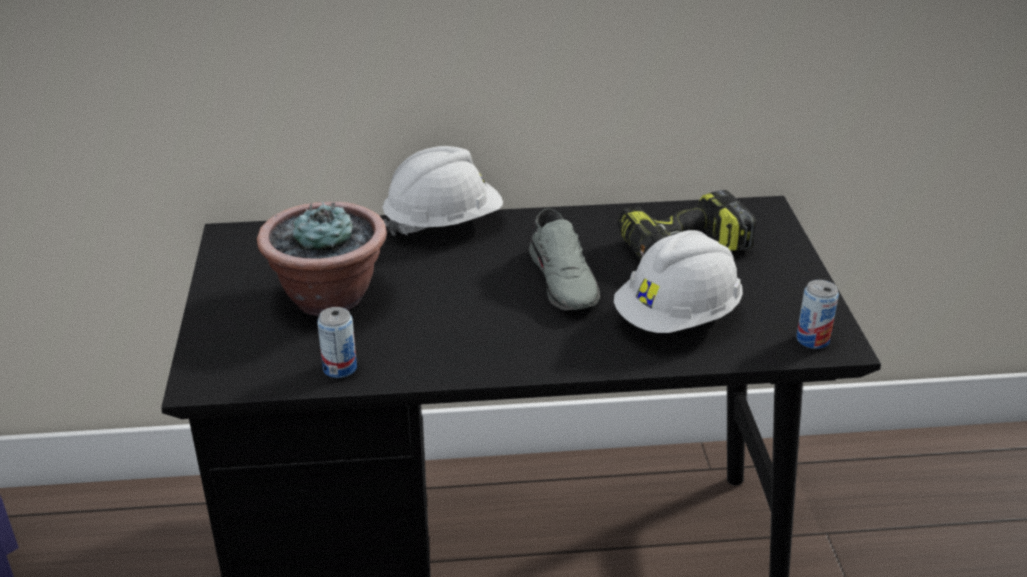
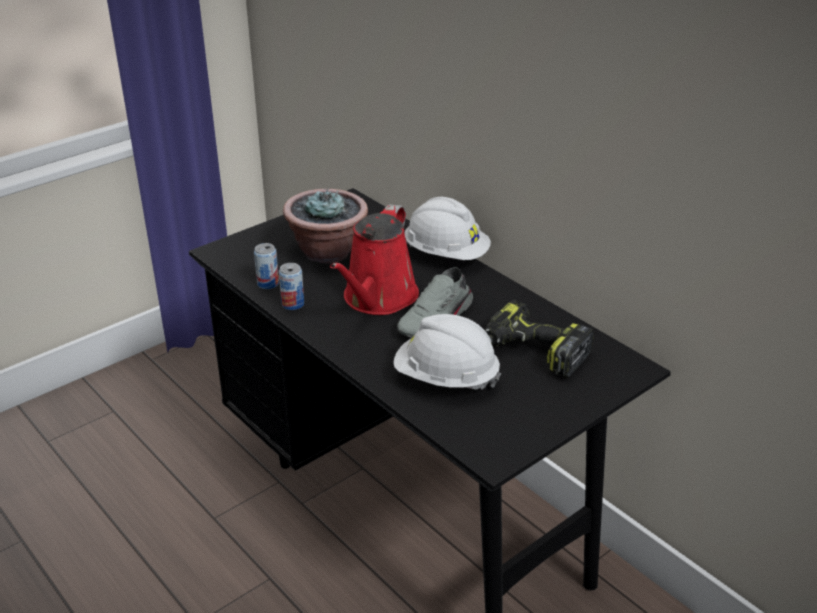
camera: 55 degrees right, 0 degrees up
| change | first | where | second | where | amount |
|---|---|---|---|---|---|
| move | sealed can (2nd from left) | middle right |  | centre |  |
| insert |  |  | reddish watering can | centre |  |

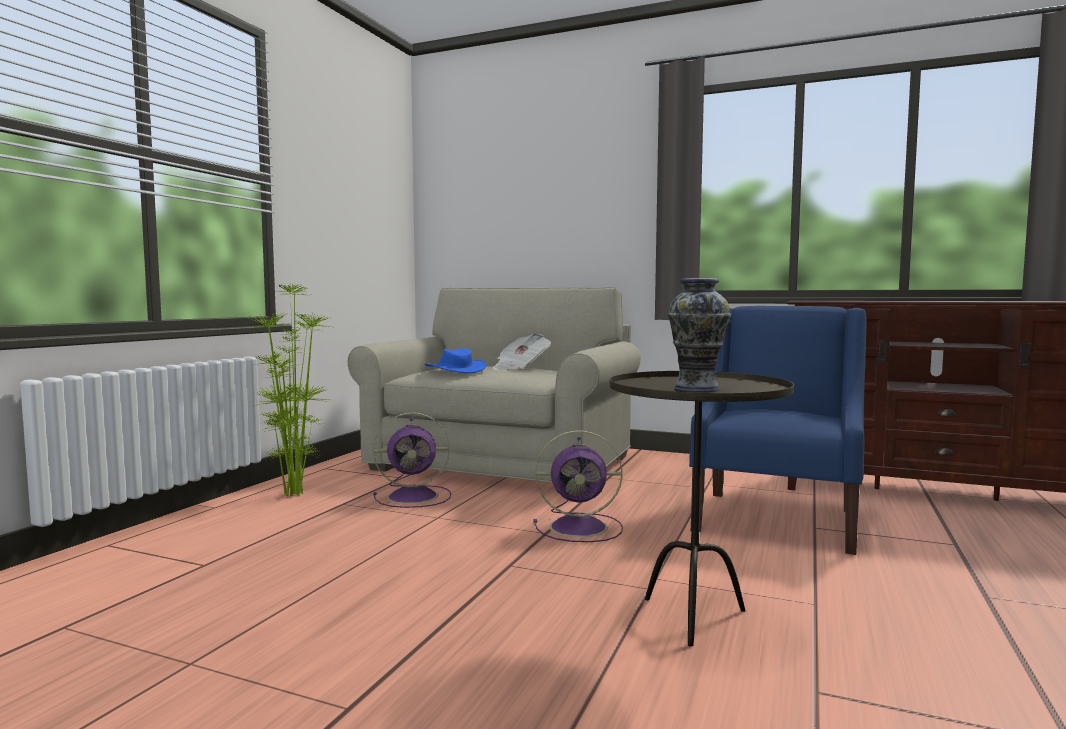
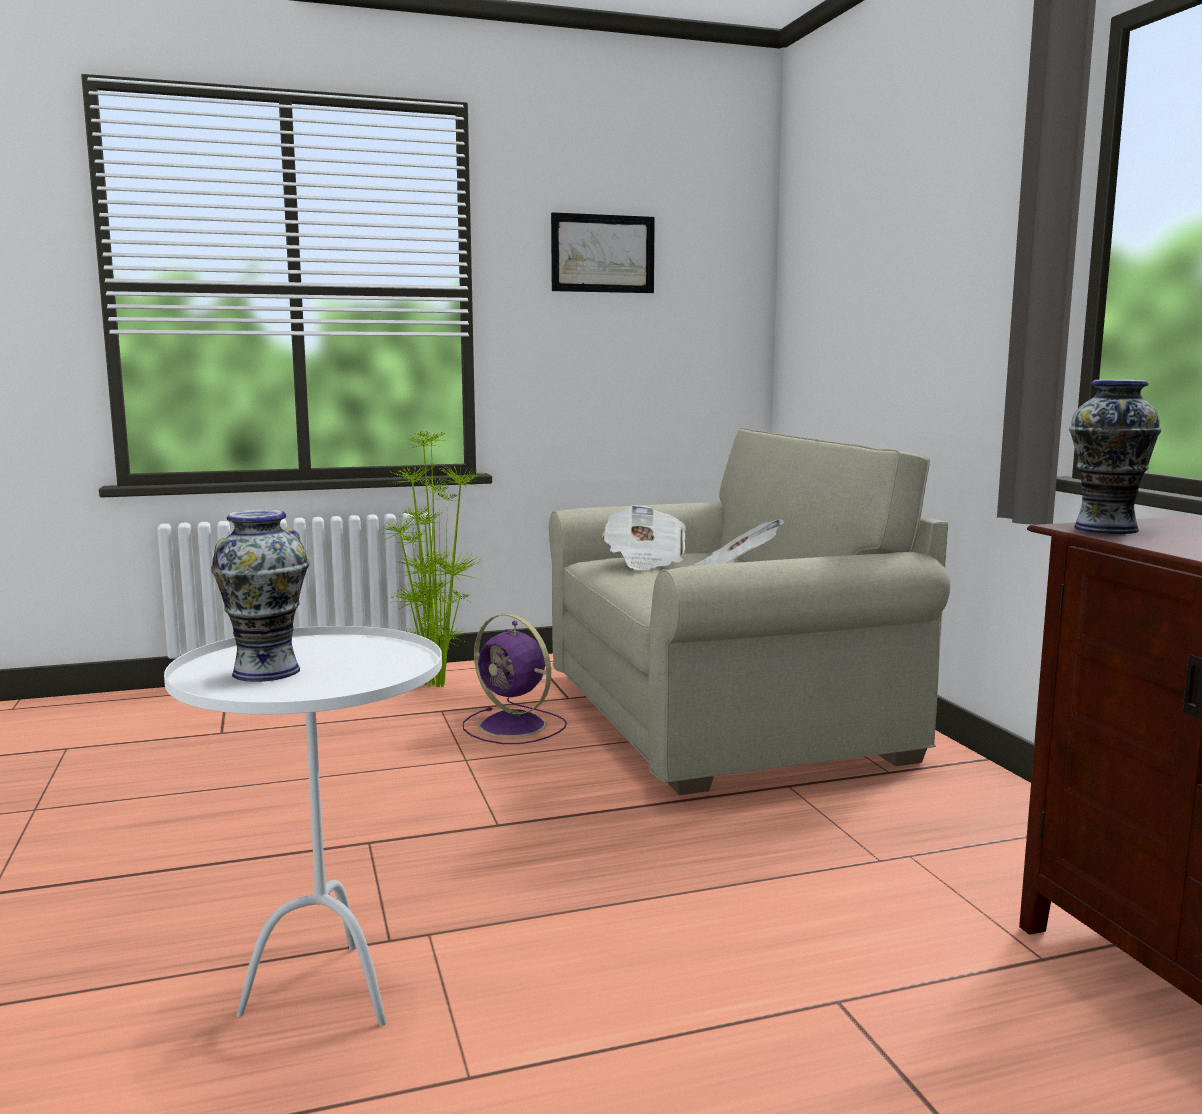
camera: 50 degrees right, 5 degrees up
| change | first | where | second | where | amount |
|---|---|---|---|---|---|
| delete | blue easy chair | middle right |  |  |  |
| replace | blue clothing hat | centre | newspaper (1st from left) | centre |  |
| recolor | brown-coloured accent table | bottom centre | white-coloured accent table | bottom left |  |
| delete | purplish electric fan (2nd from left) | bottom centre |  |  |  |
| insert |  |  | wall picture | top centre |  |
| insert |  |  | vase (2nd from left) | middle right |  |

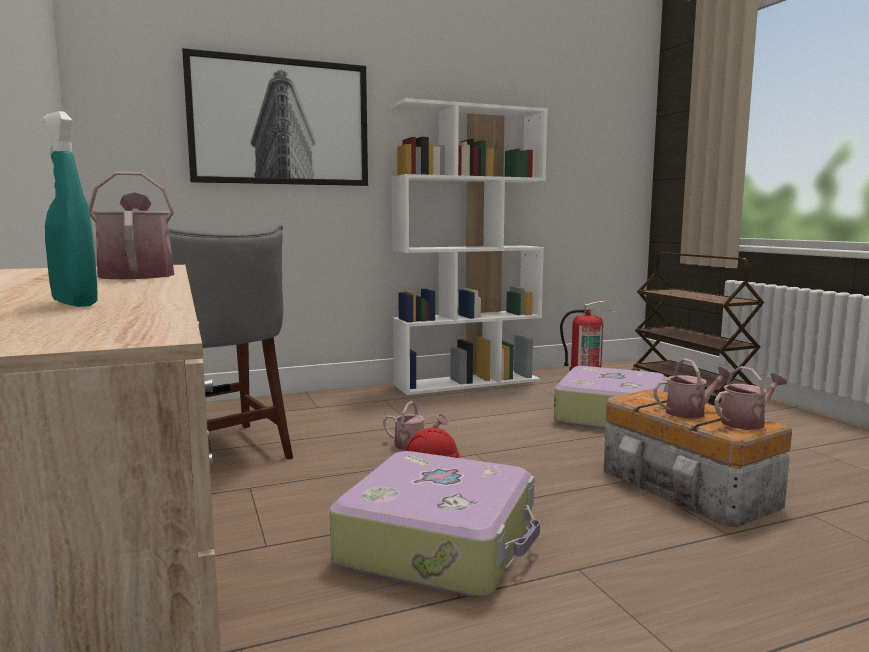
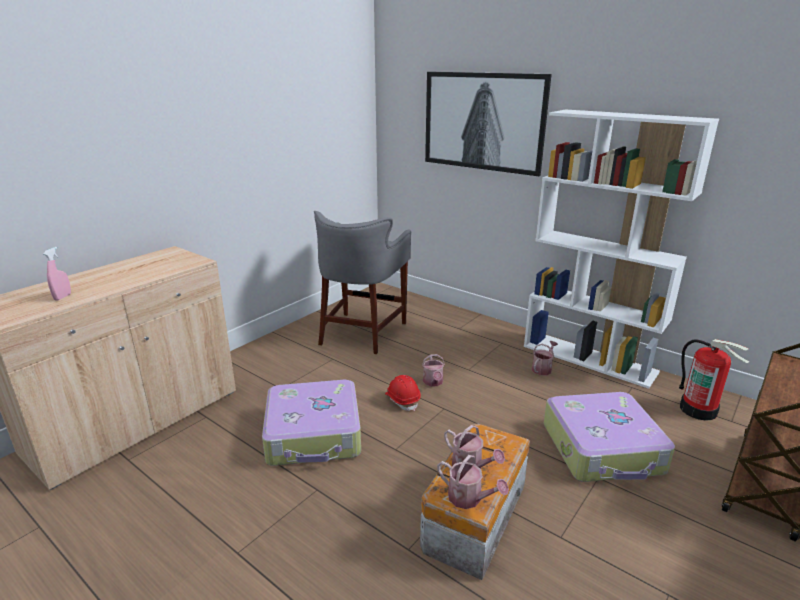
camera: 60 degrees right, 15 degrees up
| change | first | where | second | where | amount |
|---|---|---|---|---|---|
| recolor | turquoise sprayer | top left | pink-coloured sprayer | middle left |  |
| move | watering can (1st from left in the first image) | middle left | watering can (4th from left) | middle right |  |

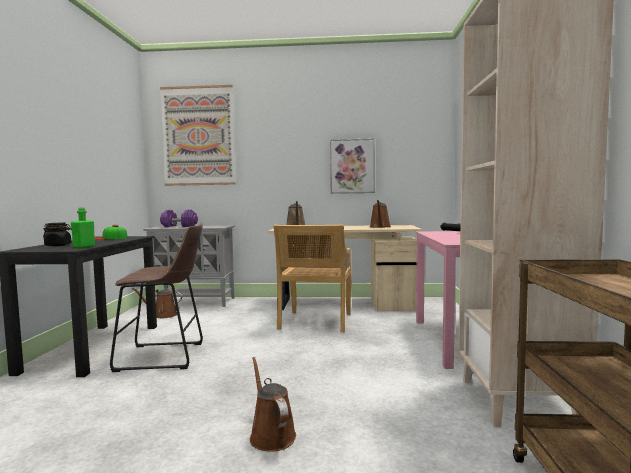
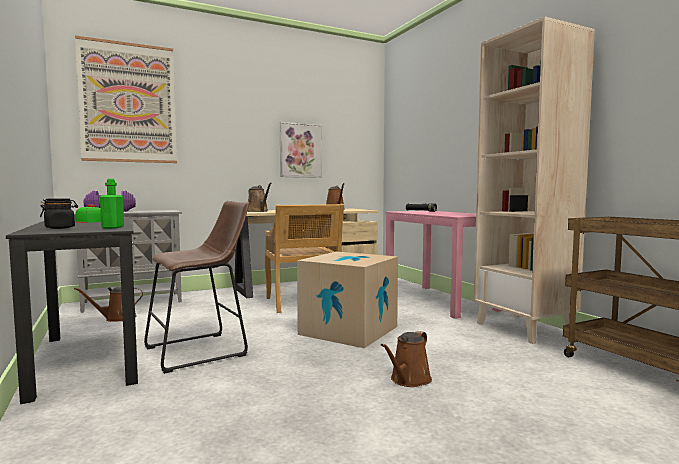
camera: 30 degrees left, 0 degrees up
| change | first | where | second | where | amount |
|---|---|---|---|---|---|
| rotate | brown-coloured watering can (2nd from left in the first image) | bottom centre | brown-coloured watering can (4th from left) | bottom centre | 90 degrees counterclockwise |
| insert |  |  | cardboard box | centre |  |

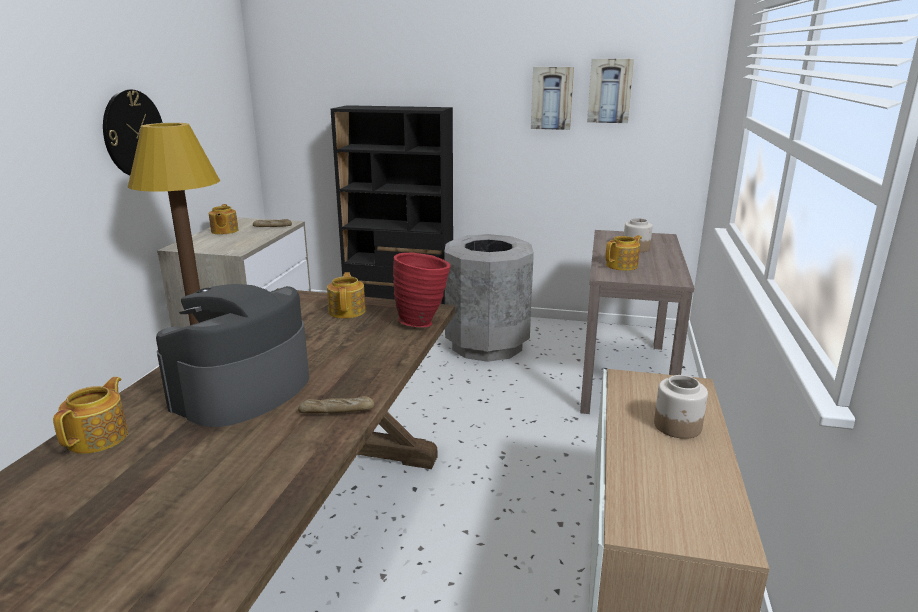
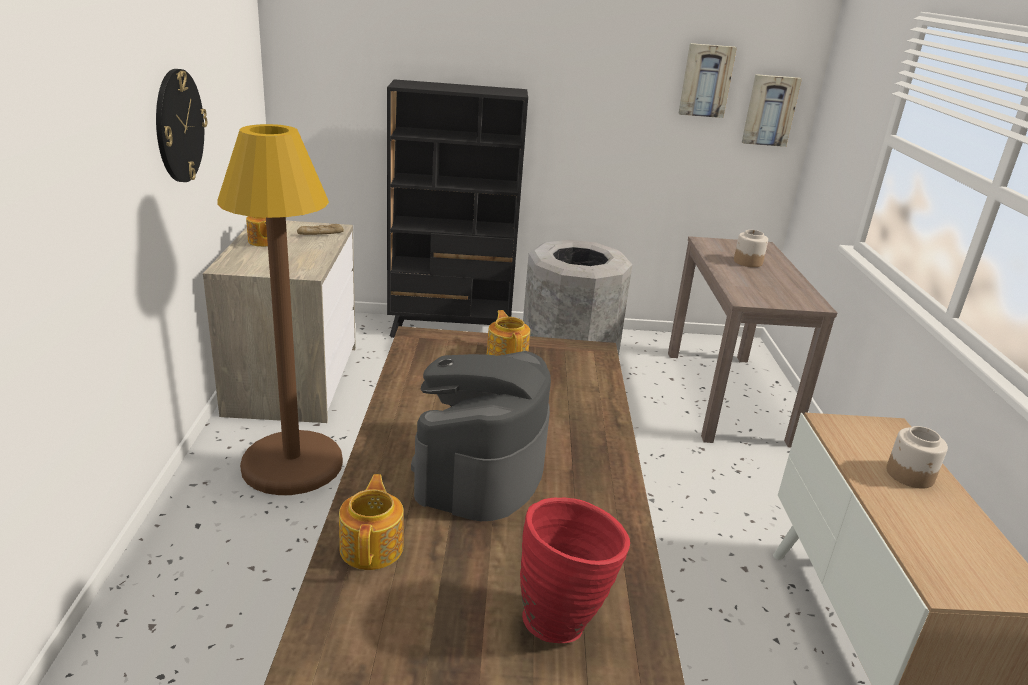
camera: 15 degrees left, 5 degrees up
| change | first | where | second | where | amount |
|---|---|---|---|---|---|
| move | wall picture (1st from left in the first image) | top centre | wall picture (2nd from left) | top right |  |
| delete | teapot (4th from left) | middle right |  |  |  |
| move | reddish vase | centre |  | bottom centre |  |
| delete | baked bread (2nd from left) | centre |  |  |  |

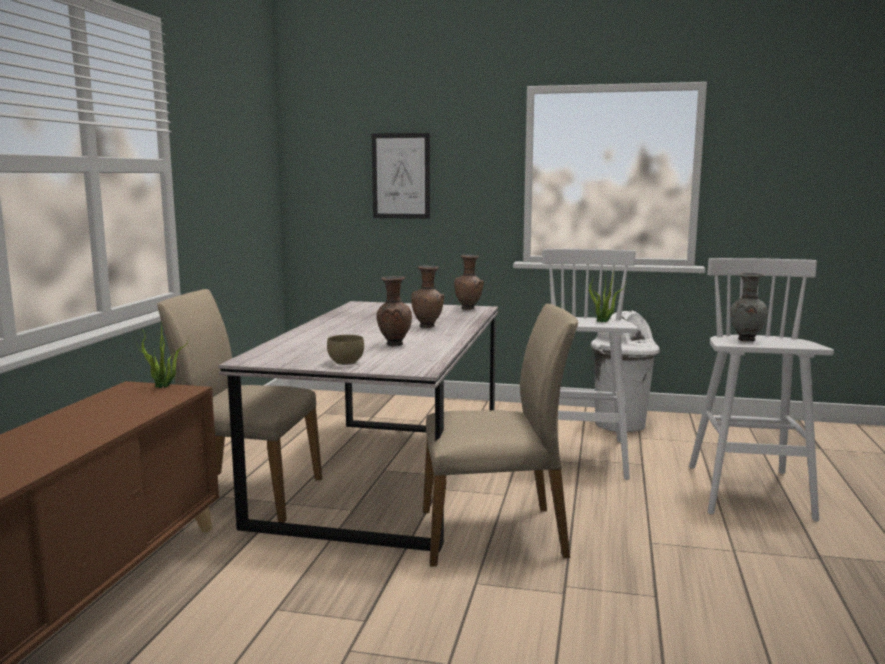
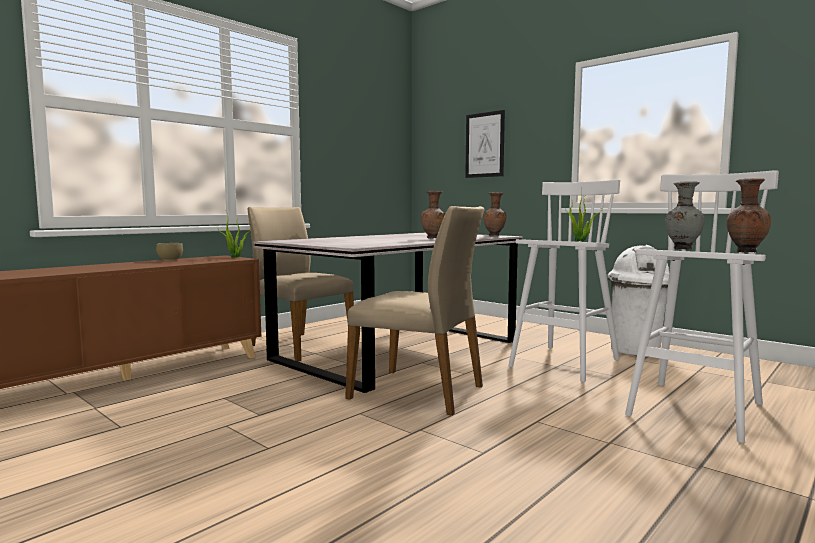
camera: 30 degrees right, 5 degrees down
| change | first | where | second | where | amount |
|---|---|---|---|---|---|
| move | brown-coloured vase (1st from left in the first image) | centre | brown-coloured vase (3rd from left) | middle right |  |
| move | brown-coloured bowl | centre |  | middle left |  |

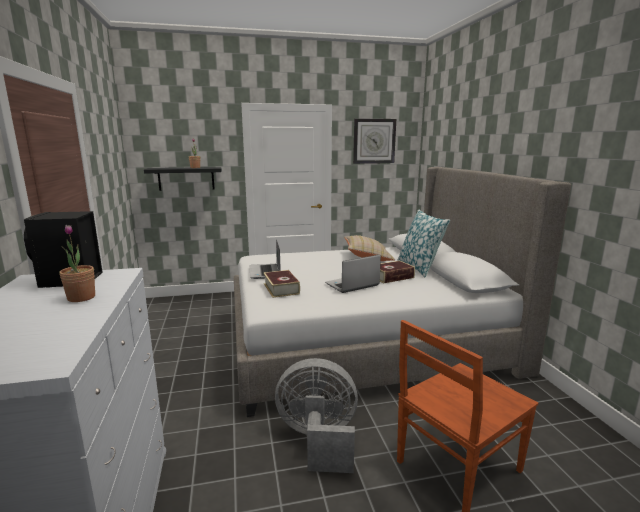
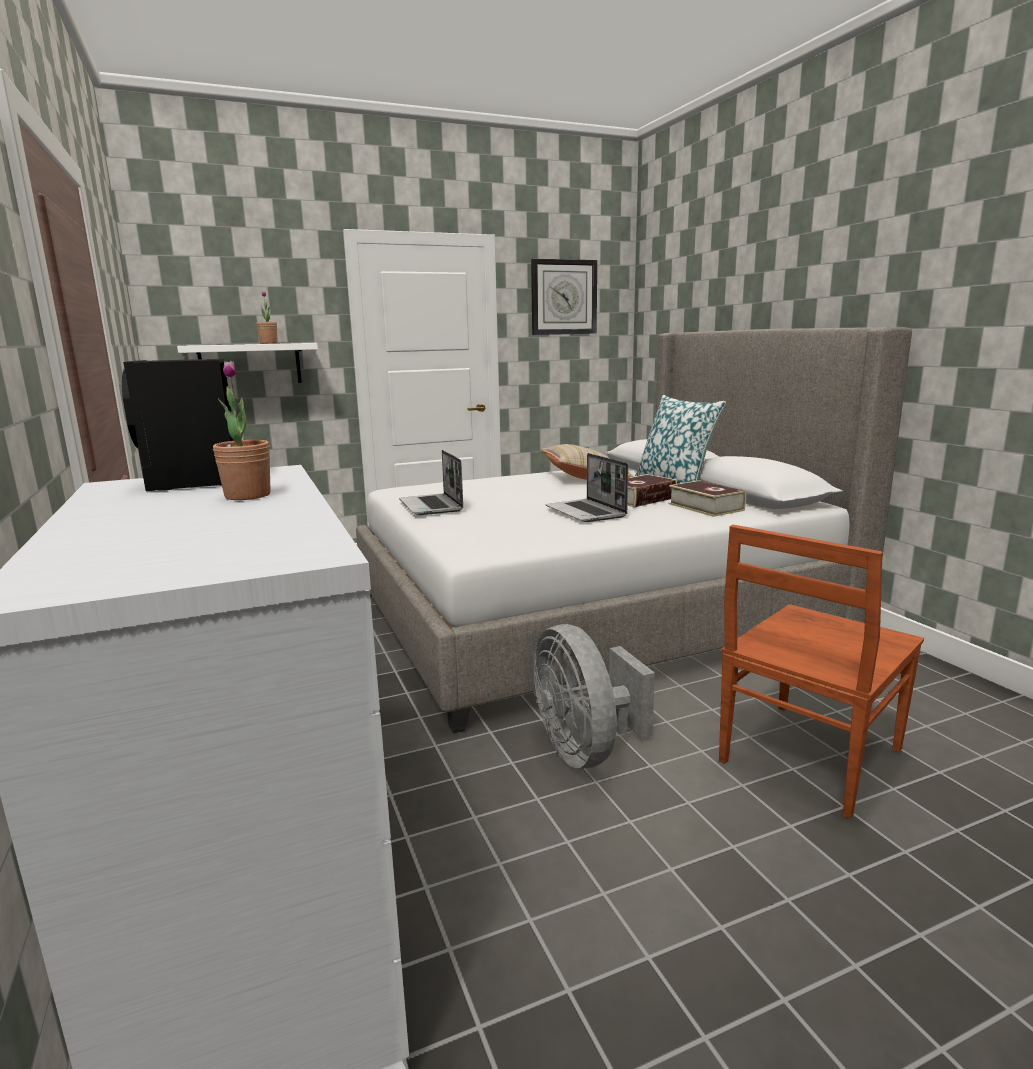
camera: 10 degrees left, 0 degrees up
| change | first | where | second | where | amount |
|---|---|---|---|---|---|
| recolor | blackish bracket shelf | middle left | white-coloured bracket shelf | middle left |  |
| rotate | laptop (2nd from left) | centre |  | centre | 75 degrees counterclockwise |
| move | book (1st from left in the first image) | centre | book (2nd from left) | middle right |  |
| rotate | greyish electric fan | bottom centre |  | centre | 105 degrees counterclockwise |

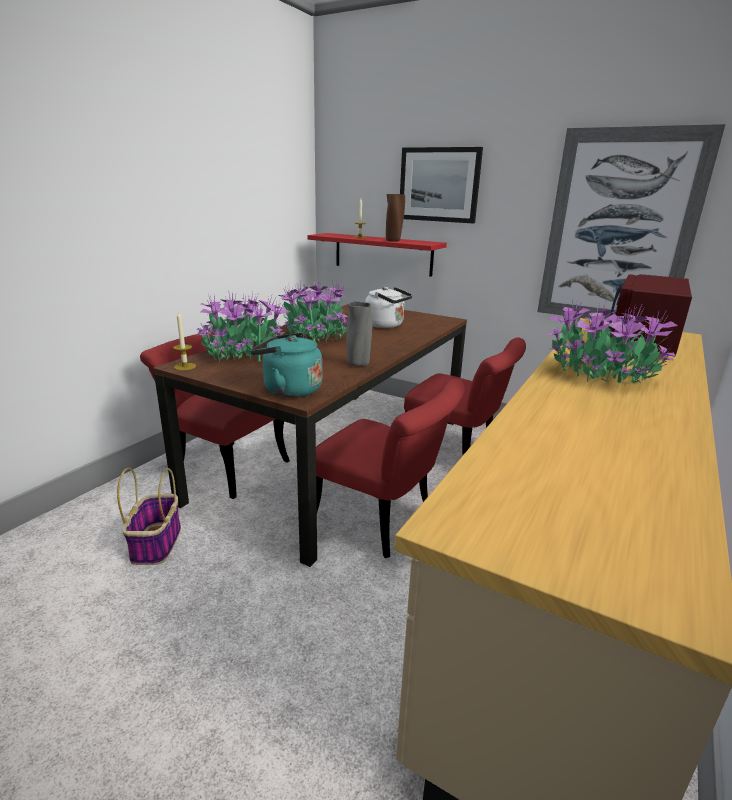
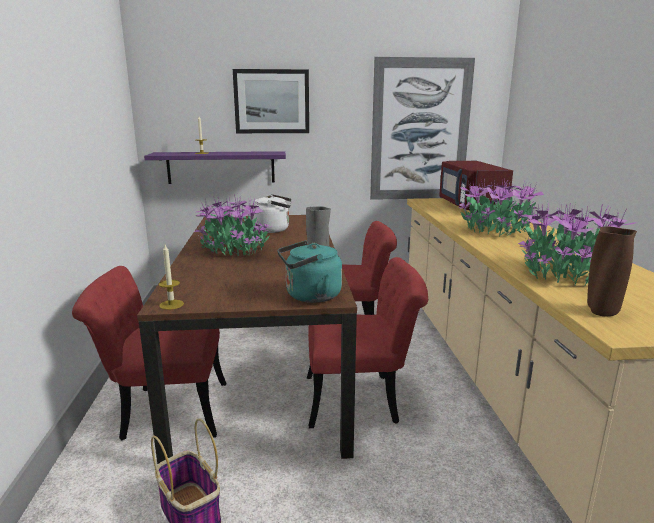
camera: 35 degrees left, 5 degrees down
| change | first | where | second | where | amount |
|---|---|---|---|---|---|
| move | brown-coloured vase | top centre |  | middle right |  |
| recolor | reddish bracket shelf | top centre | purplish bracket shelf | top left |  |
| move | potted plant (1st from left in the first image) | middle left | potted plant (3rd from left) | middle right |  |

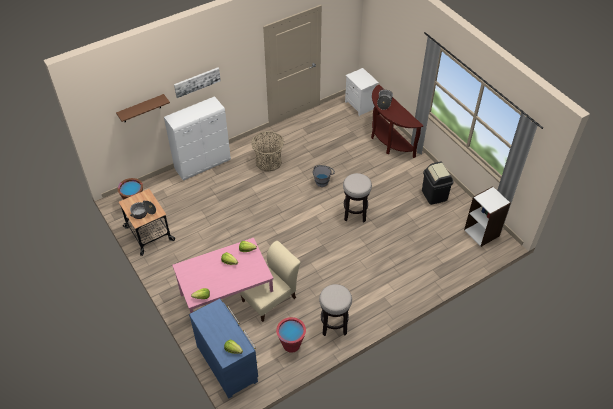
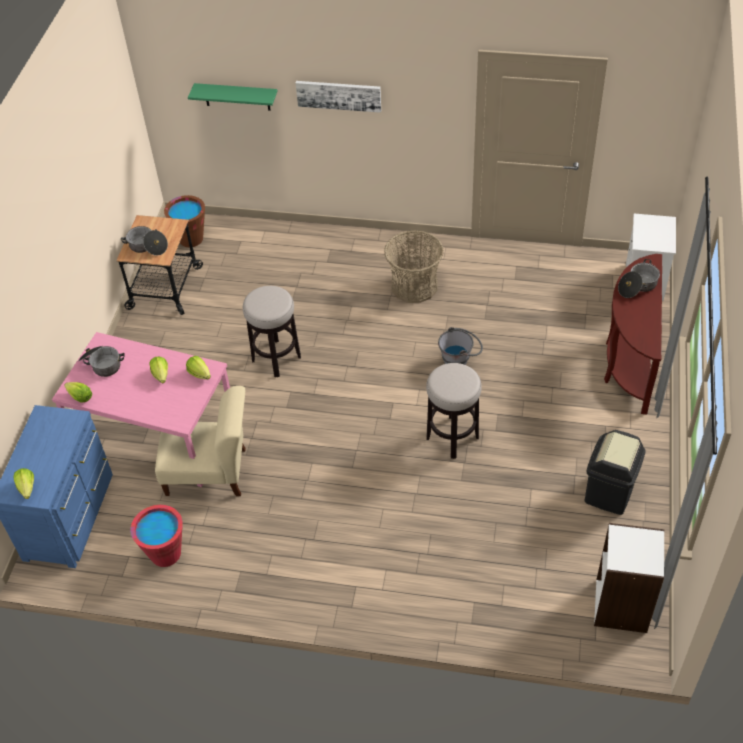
camera: 45 degrees right, 0 degrees up
| change | first | where | second | where | amount |
|---|---|---|---|---|---|
| recolor | brown-coloured bracket shelf | top left | green-coloured bracket shelf | top left |  |
| delete | white-coloured storage cabinet | middle left |  |  |  |
| move | stool seat (1st from left) | bottom centre |  | centre |  |
| insert |  |  | cooking pot (1st from left) | middle left |  |

